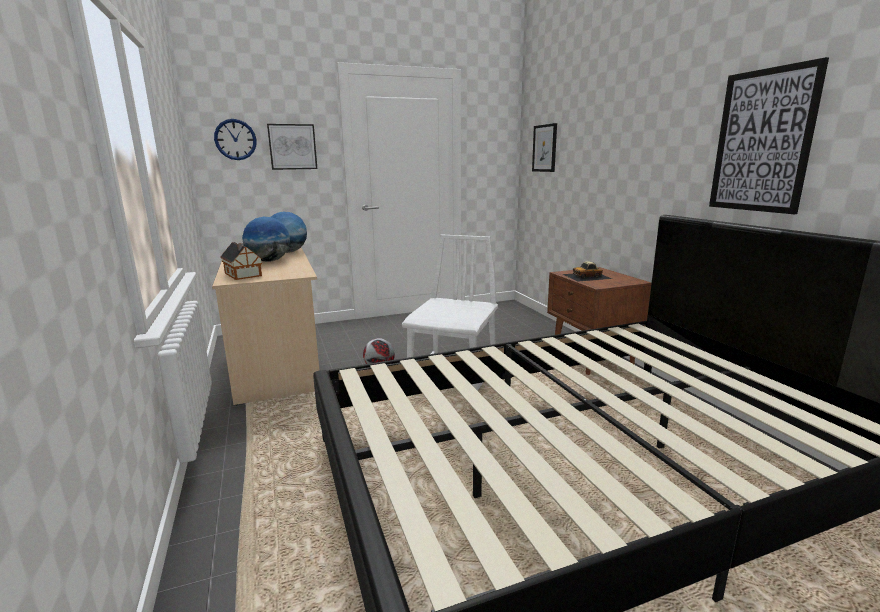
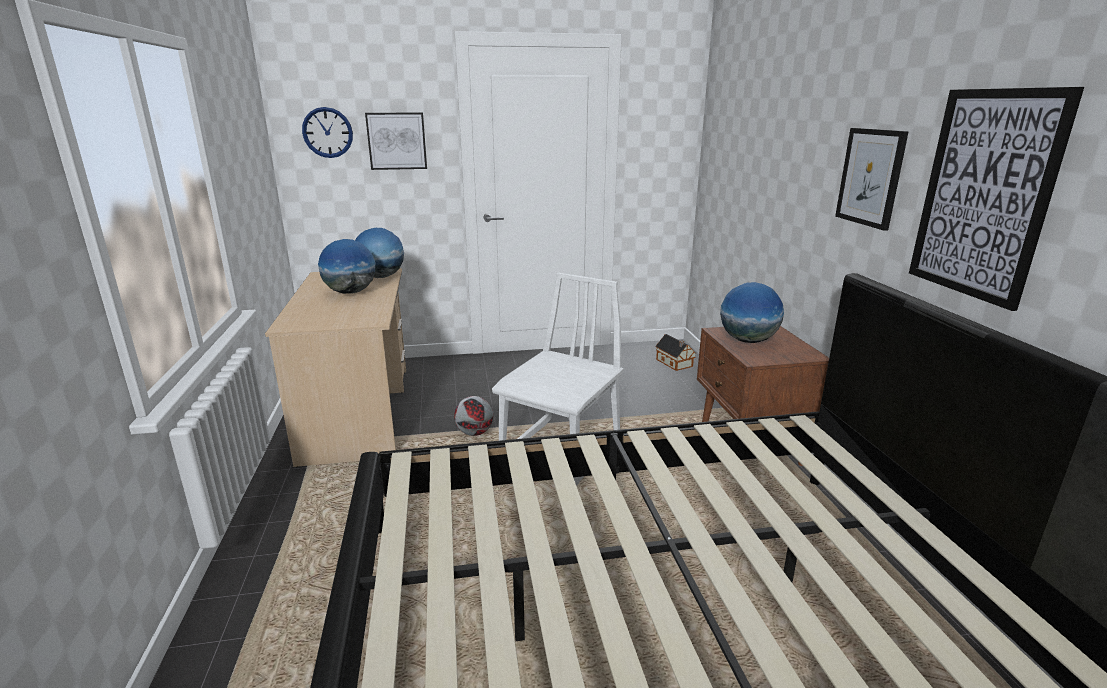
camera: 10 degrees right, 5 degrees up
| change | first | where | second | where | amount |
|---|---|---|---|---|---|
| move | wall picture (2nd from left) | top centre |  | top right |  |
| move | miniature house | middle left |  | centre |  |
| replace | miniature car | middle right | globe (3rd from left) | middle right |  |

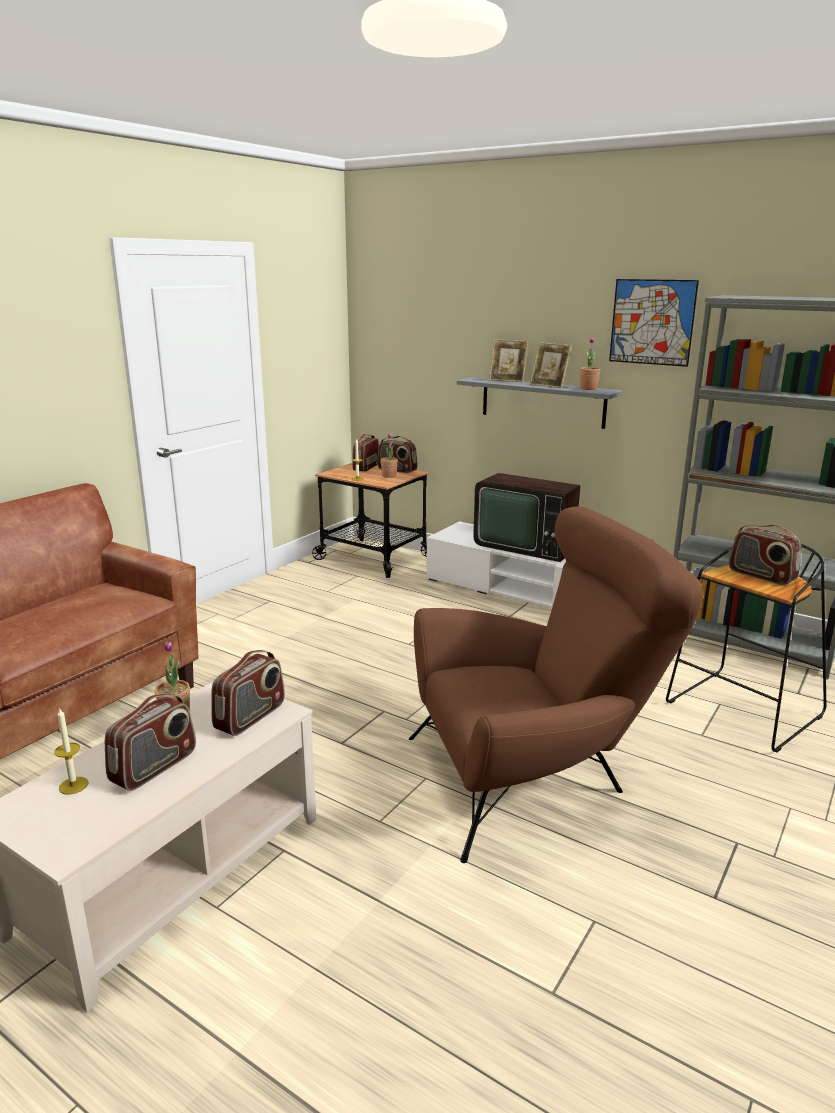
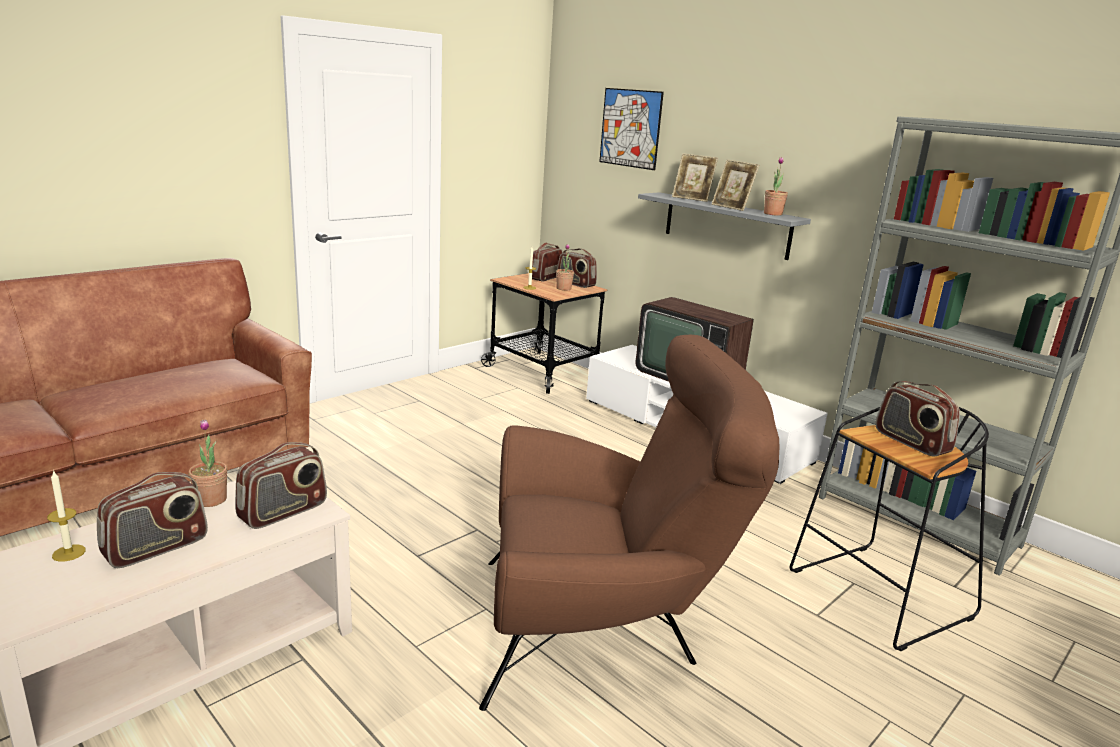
camera: 10 degrees right, 0 degrees up
| change | first | where | second | where | amount |
|---|---|---|---|---|---|
| move | wall picture | top right |  | top centre |  |

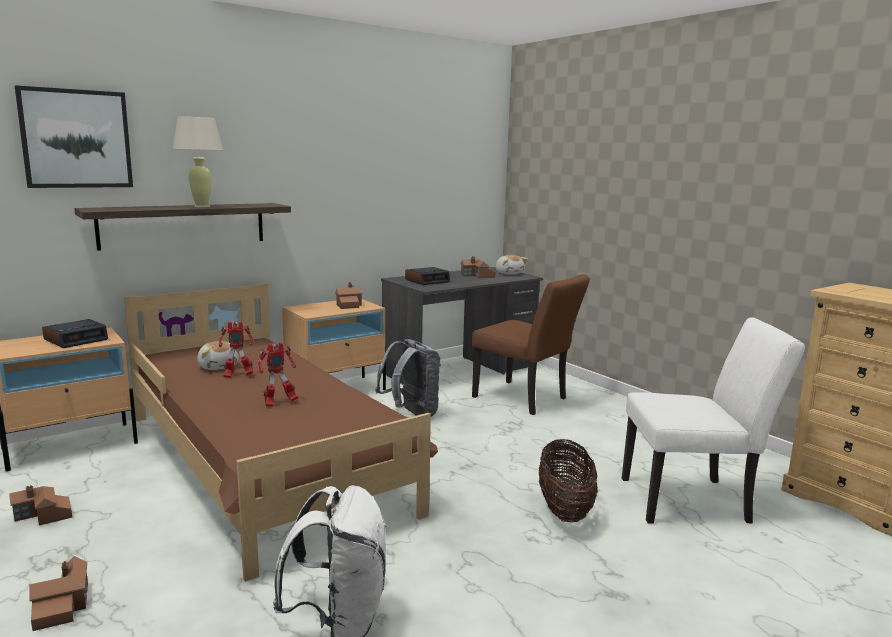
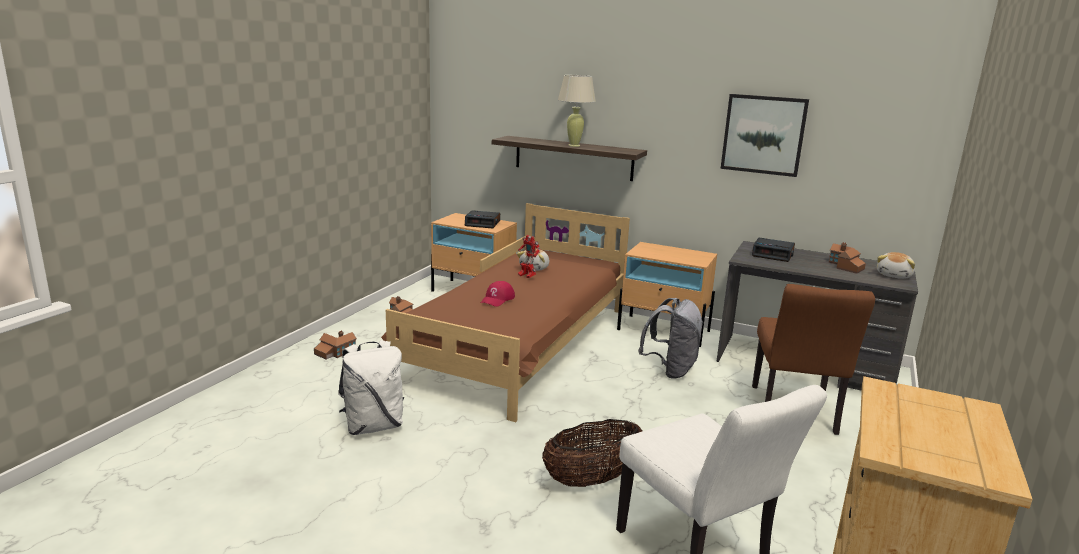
camera: 60 degrees right, 5 degrees up
| change | first | where | second | where | amount |
|---|---|---|---|---|---|
| move | wall picture | top left |  | top right |  |
| delete | miniature house (3rd from left) | centre |  |  |  |
| replace | robot figure (2nd from left) | middle left | reddish baseball cap | centre |  |

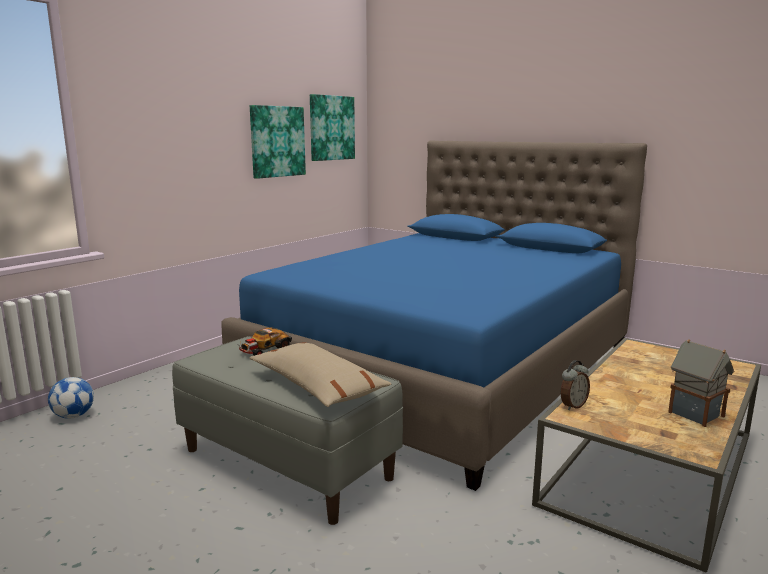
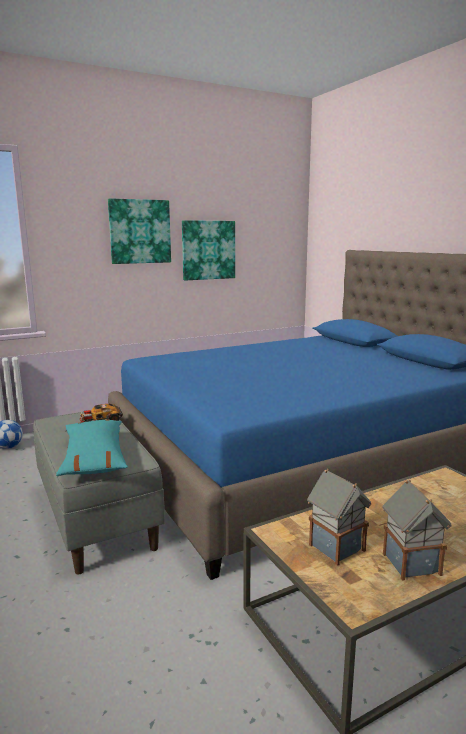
camera: 25 degrees right, 0 degrees up
| change | first | where | second | where | amount |
|---|---|---|---|---|---|
| move | wall picture (2nd from left in the first image) | top centre | wall picture (1st from left) | top left |  |
| recolor | sand-coloured pillow | centre | turquoise pillow | middle left |  |
| delete | bedside clock | bottom right |  |  |  |
| insert |  |  | miniature house (1st from left) | bottom right |  |

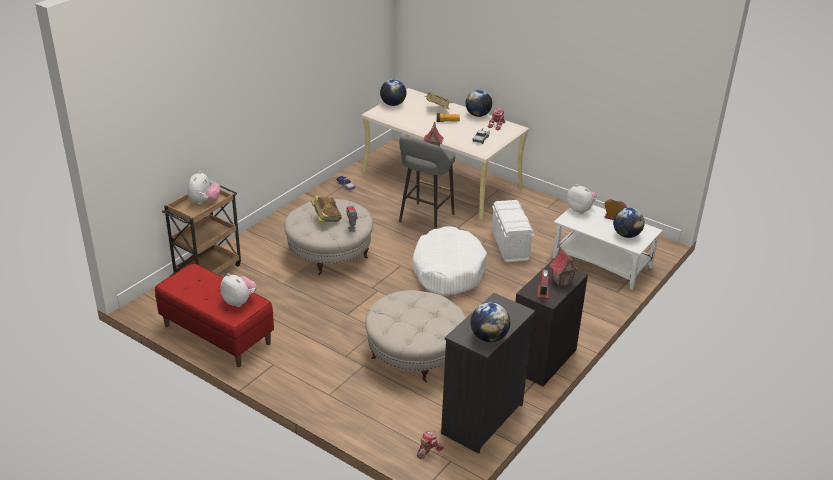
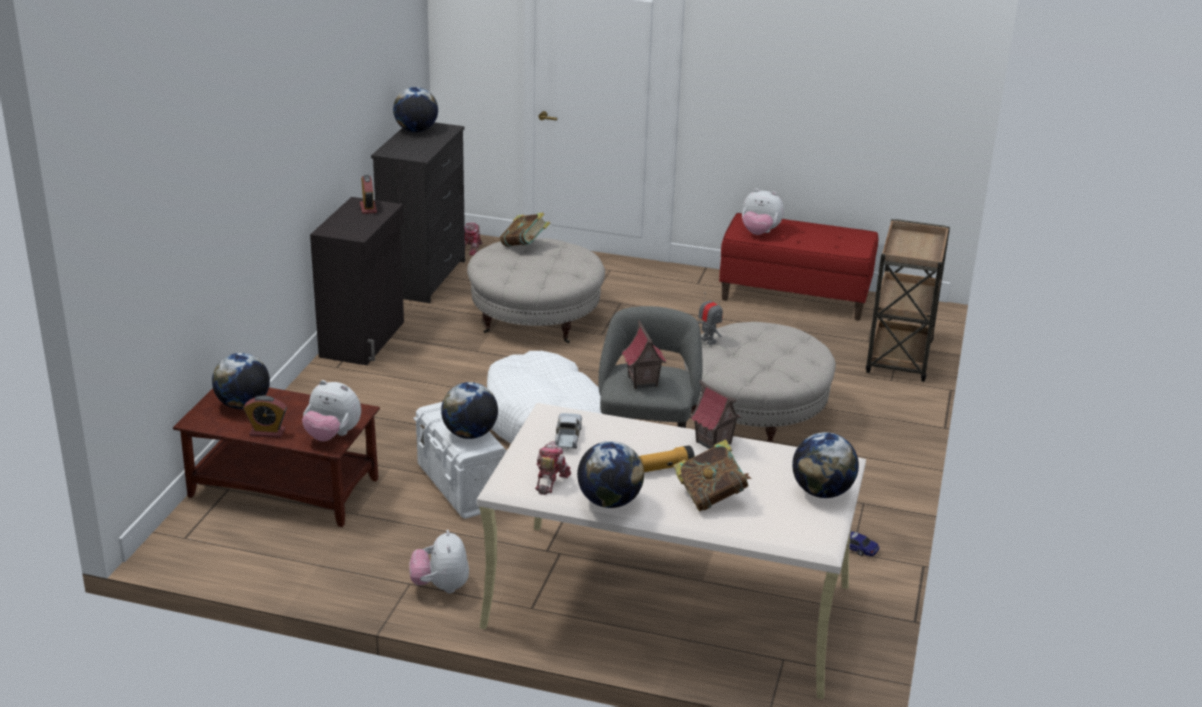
camera: 160 degrees right, 5 degrees down
| change | first | where | second | where | amount |
|---|---|---|---|---|---|
| move | plush toy (1st from left in the first image) | middle left | plush toy (2nd from left) | bottom centre |  |
| move | book (1st from left) | centre |  | top centre |  |
| recolor | white-coloured low table | middle right | brown-coloured low table | middle left |  |
| move | miniature house (2nd from left) | middle right |  | centre |  |
| insert |  |  | globe (3rd from left) | centre |  |

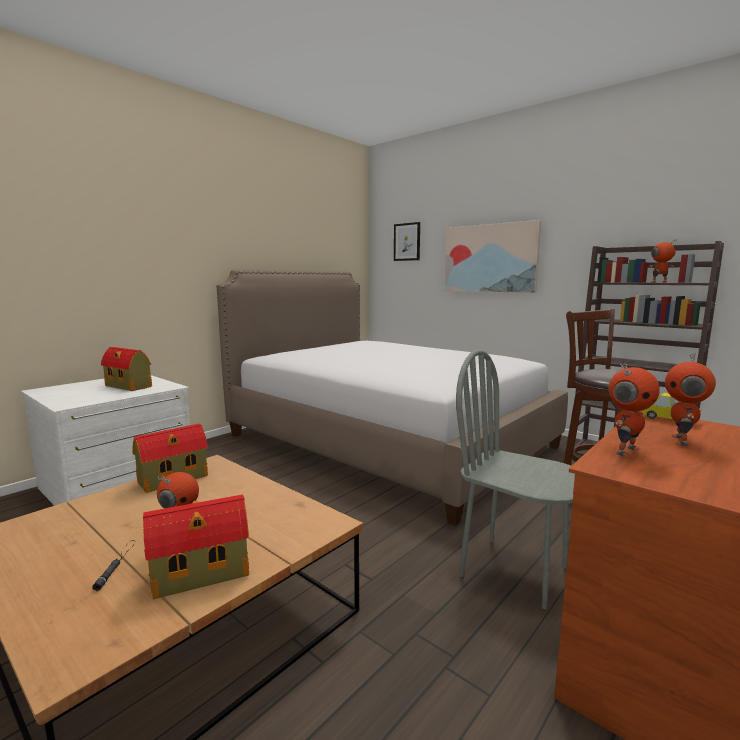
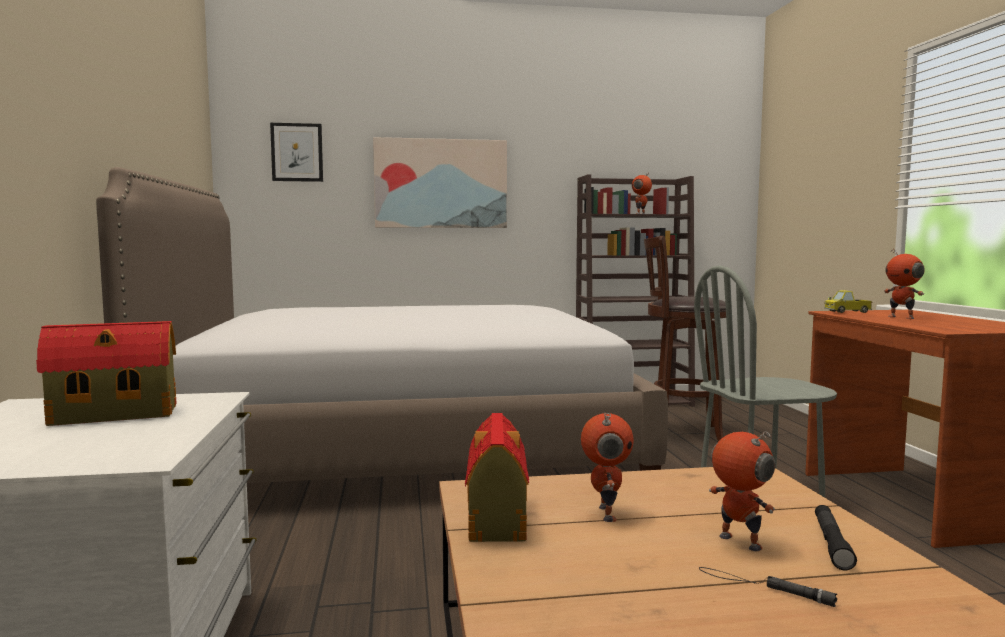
camera: 50 degrees left, 5 degrees down
| change | first | where | second | where | amount |
|---|---|---|---|---|---|
| move | robot figure (2nd from left in the first image) | middle right | robot figure (1st from left) | bottom centre |  |
| replace | miniature house (3rd from left) | bottom left | blackish hand torch (2nd from left) | bottom right |  |

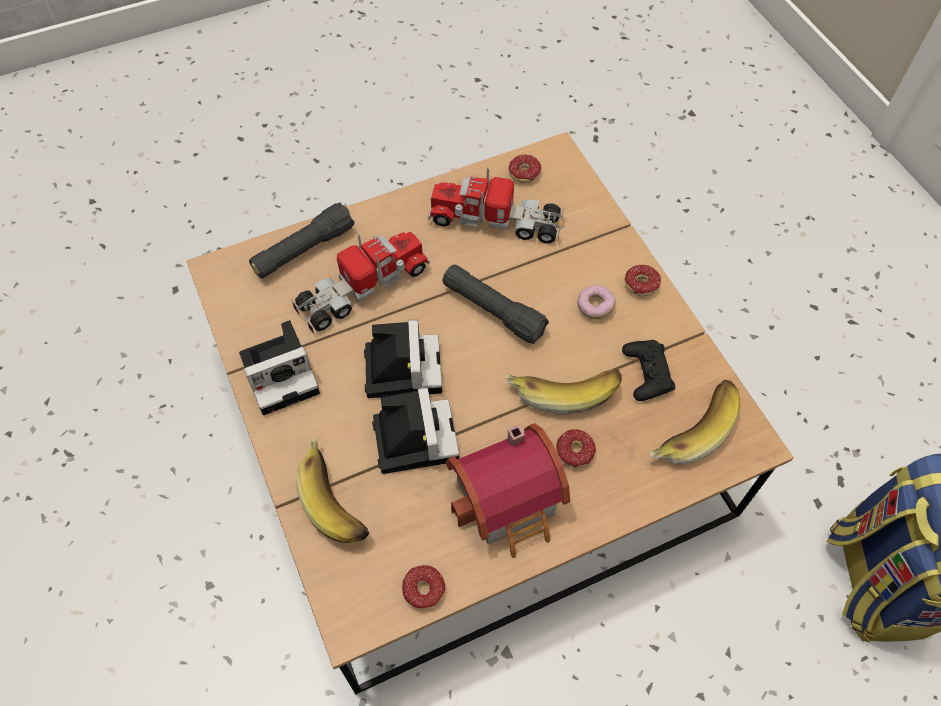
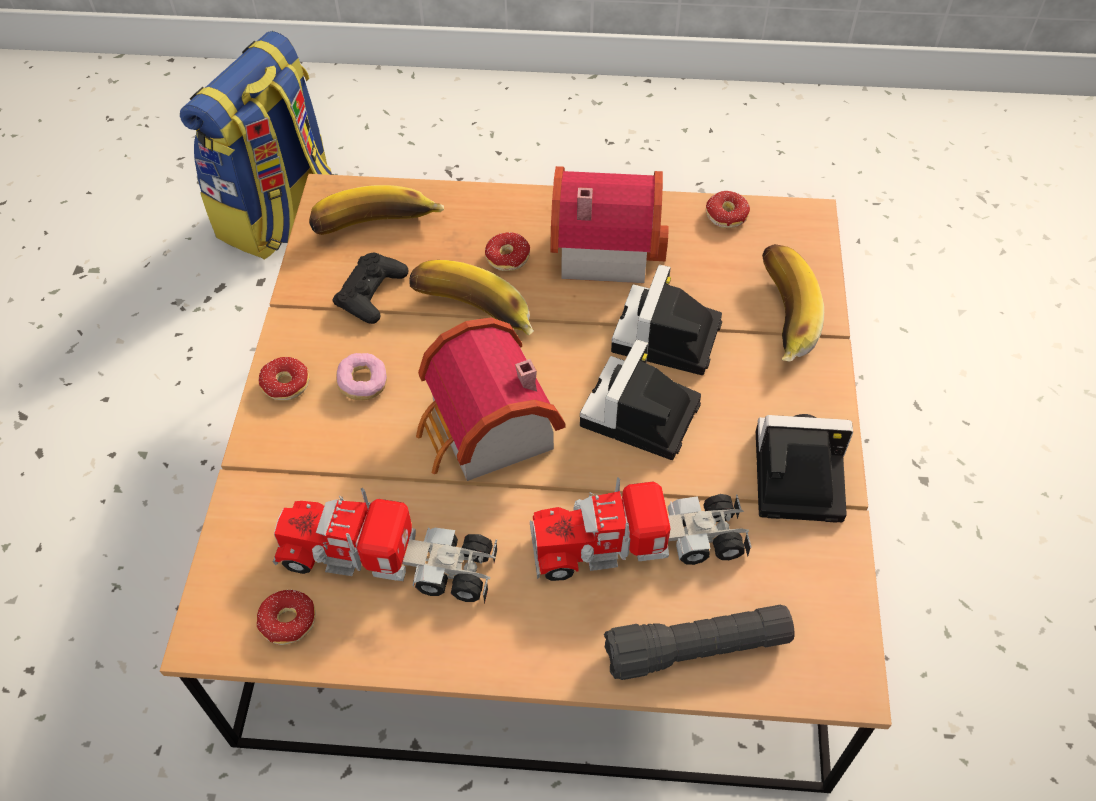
camera: 150 degrees left, 5 degrees down
| change | first | where | second | where | amount |
|---|---|---|---|---|---|
| rotate | toy lorry (2nd from left in the first image) | top centre | toy lorry (1st from left) | bottom centre | 150 degrees clockwise |
| replace | blackish hand torch (2nd from left) | centre | miniature house (1st from left) | centre |  |

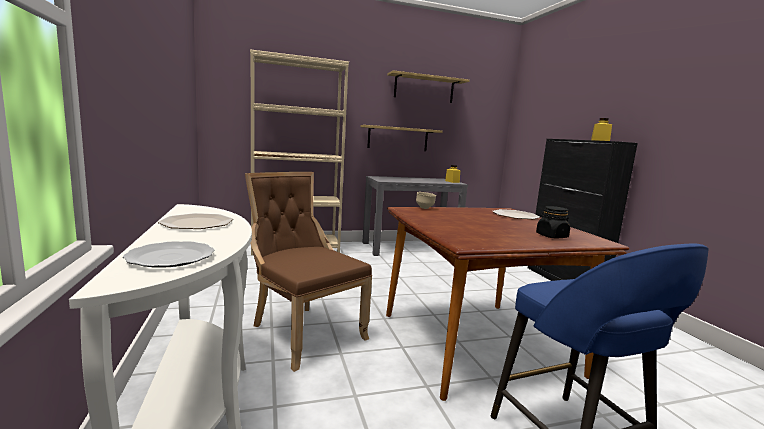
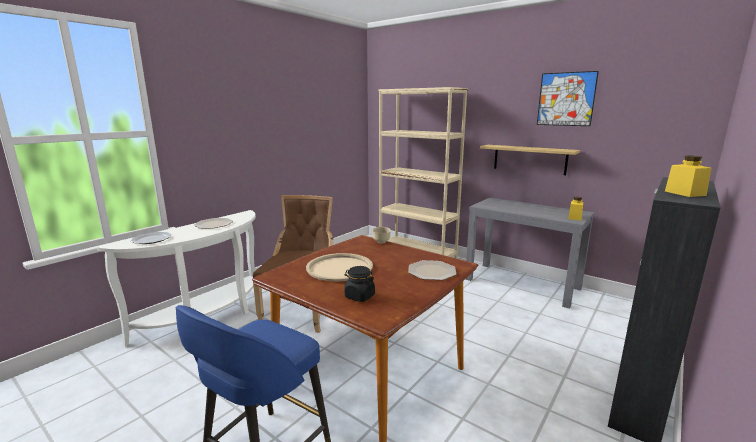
camera: 55 degrees right, 5 degrees up
| change | first | where | second | where | amount |
|---|---|---|---|---|---|
| replace | bracket shelf (2nd from left) | top centre | wall picture | top right |  |
| insert |  |  | sand-coloured carrying tray | centre |  |

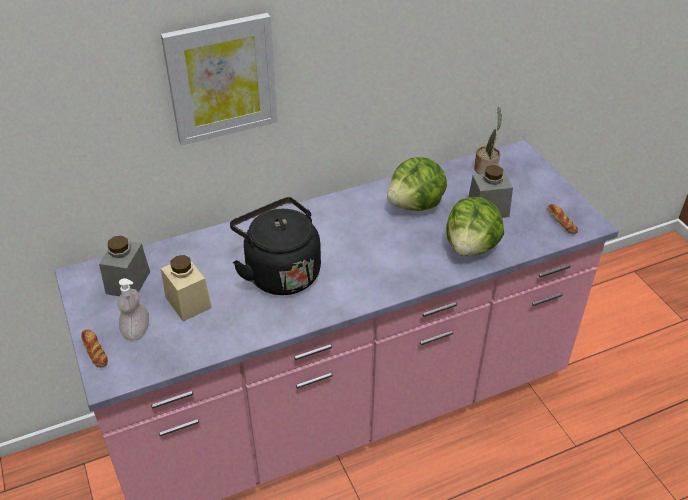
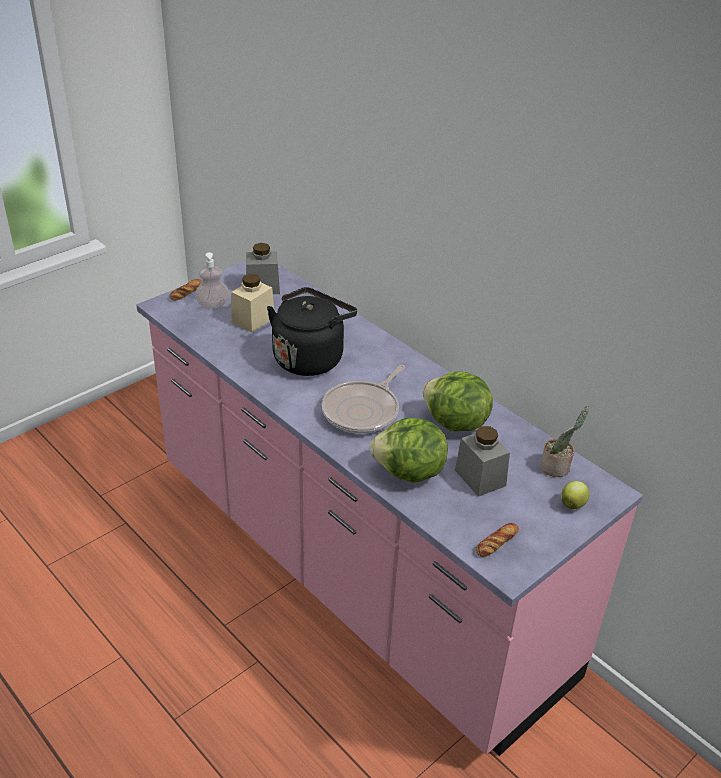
camera: 70 degrees right, 5 degrees down
| change | first | where | second | where | amount |
|---|---|---|---|---|---|
| delete | wall picture | top left |  |  |  |
| insert |  |  | frying pan | centre |  |
| insert |  |  | apple | middle right |  |

